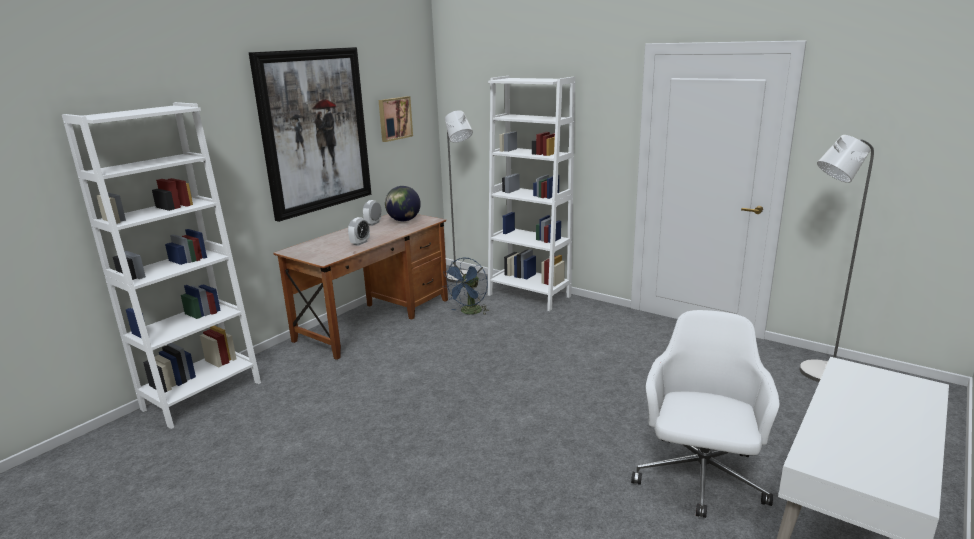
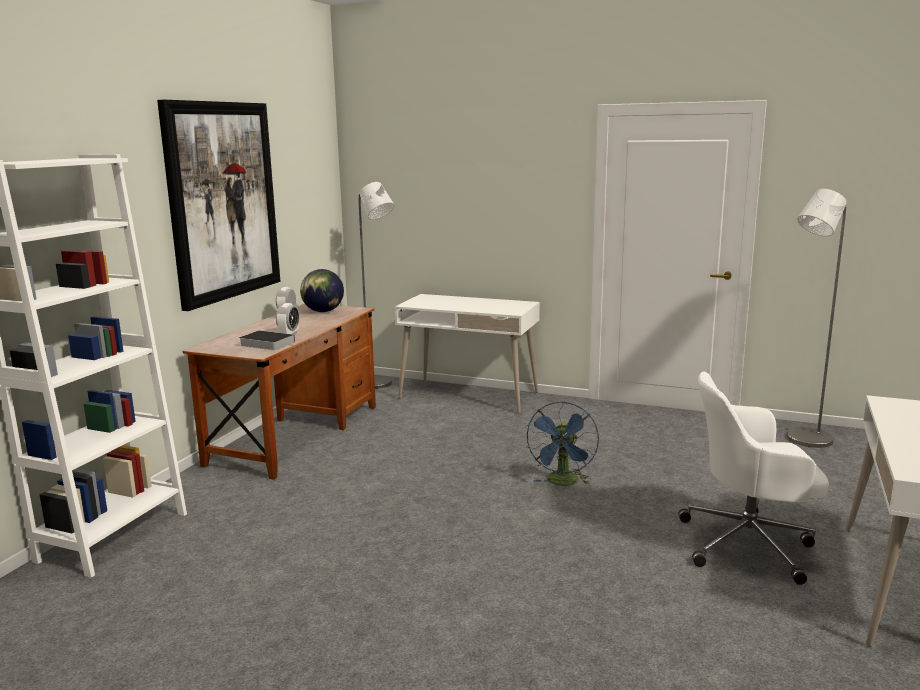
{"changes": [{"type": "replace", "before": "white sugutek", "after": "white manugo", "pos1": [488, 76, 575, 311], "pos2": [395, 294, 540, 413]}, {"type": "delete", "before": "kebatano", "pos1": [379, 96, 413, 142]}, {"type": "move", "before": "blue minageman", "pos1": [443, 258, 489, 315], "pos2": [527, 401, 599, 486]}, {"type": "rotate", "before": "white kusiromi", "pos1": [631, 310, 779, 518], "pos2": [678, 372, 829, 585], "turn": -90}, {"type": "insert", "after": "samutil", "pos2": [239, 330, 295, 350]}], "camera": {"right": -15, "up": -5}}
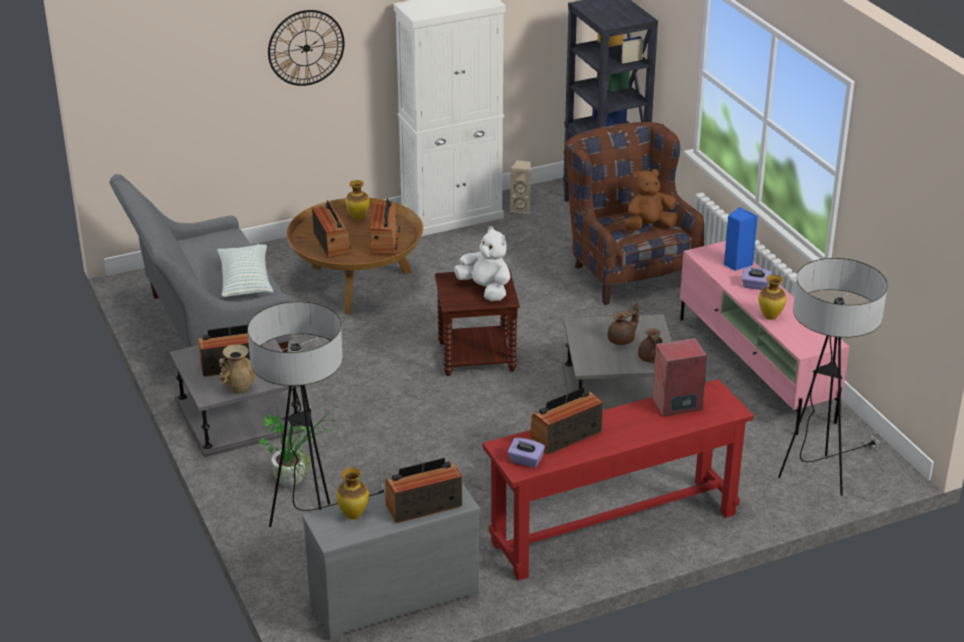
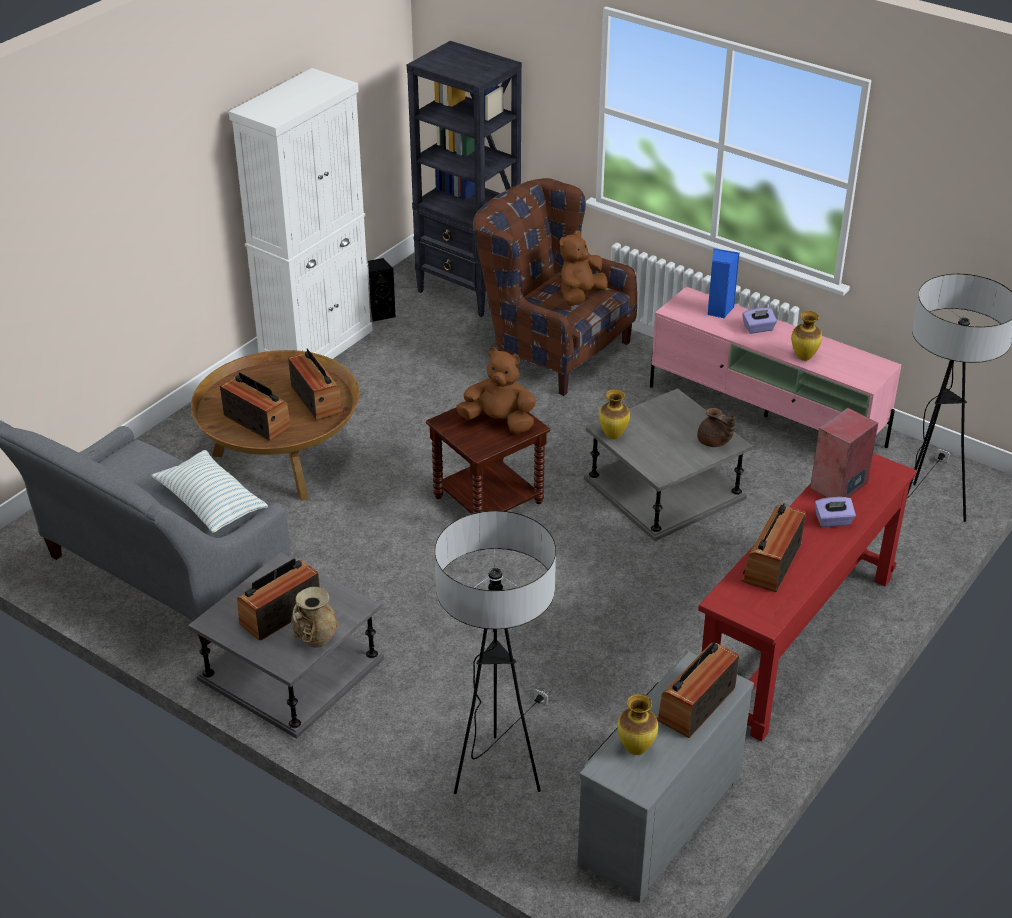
{"changes": [{"type": "delete", "before": "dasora", "pos1": [268, 10, 344, 86]}, {"type": "recolor", "before": "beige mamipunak", "after": "black mamipunak", "pos1": [510, 160, 531, 214], "pos2": [368, 258, 396, 322]}, {"type": "move", "before": "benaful", "pos1": [345, 180, 370, 220], "pos2": [599, 389, 630, 439]}, {"type": "recolor", "before": "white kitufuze", "after": "brown kitufuze", "pos1": [454, 226, 510, 301], "pos2": [456, 347, 536, 434]}, {"type": "delete", "before": "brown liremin", "pos1": [608, 303, 639, 345]}, {"type": "delete", "before": "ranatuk", "pos1": [256, 403, 335, 487]}, {"type": "move", "before": "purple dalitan", "pos1": [508, 438, 545, 468], "pos2": [815, 497, 856, 527]}], "camera": {"right": -30, "up": 5}}
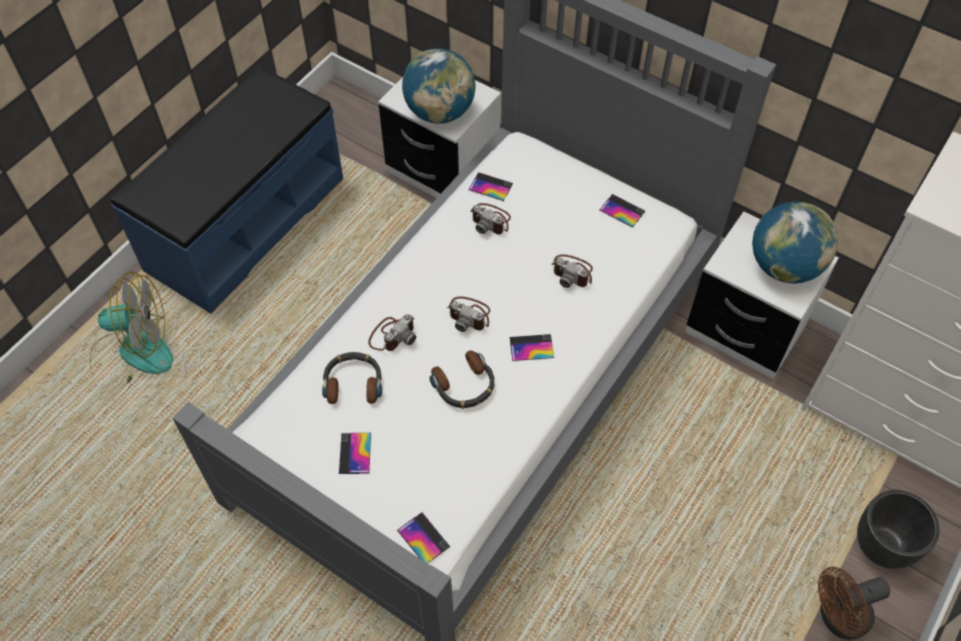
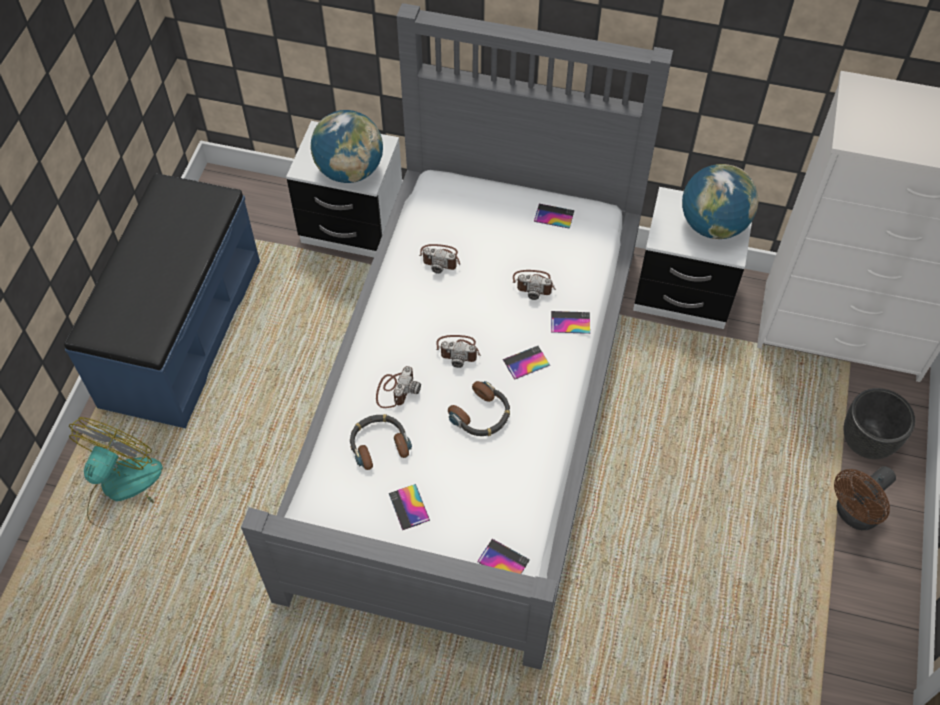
{"changes": [{"type": "move", "before": "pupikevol", "pos1": [469, 172, 513, 201], "pos2": [551, 311, 590, 334]}, {"type": "rotate", "before": "minageman", "pos1": [90, 271, 173, 383], "pos2": [69, 417, 163, 531], "turn": -45}], "camera": {"right": -20, "up": 0}}
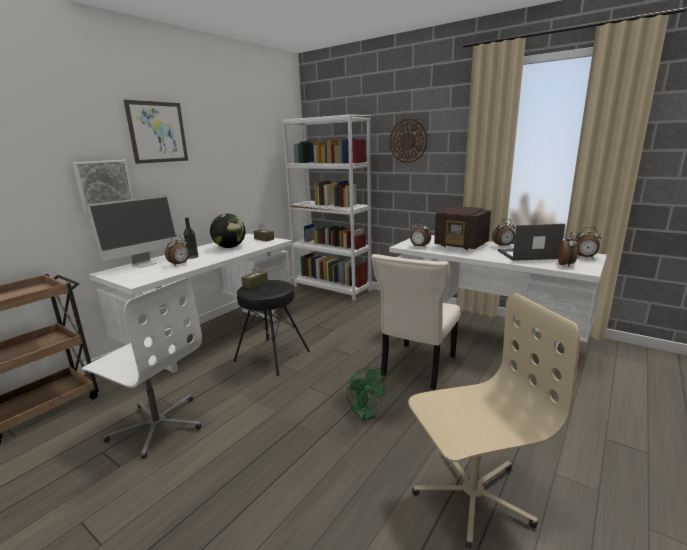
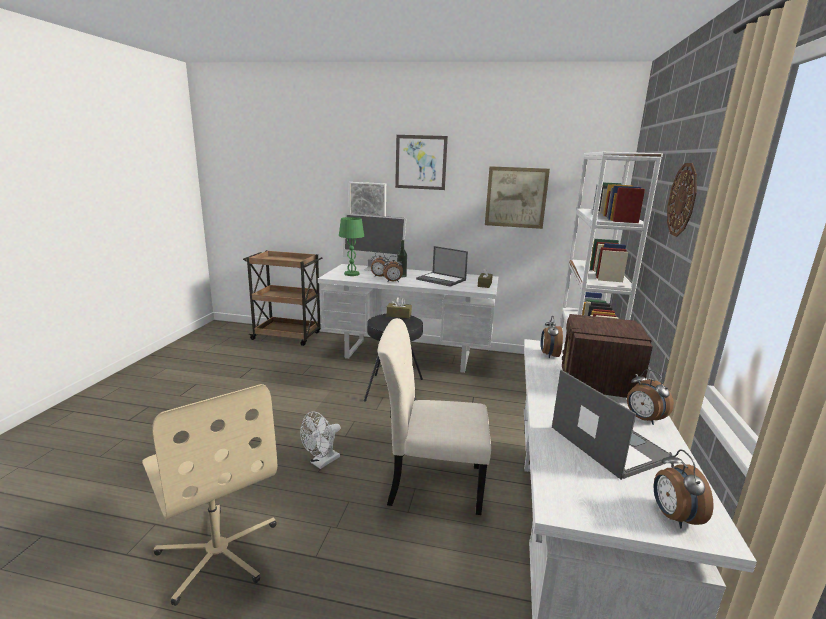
{"changes": [{"type": "replace", "before": "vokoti", "after": "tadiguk", "pos1": [210, 214, 246, 248], "pos2": [416, 246, 468, 287]}, {"type": "move", "before": "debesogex", "pos1": [558, 232, 578, 267], "pos2": [383, 256, 403, 282]}, {"type": "delete", "before": "white kusiromi", "pos1": [82, 278, 202, 459]}, {"type": "recolor", "before": "green minageman", "after": "white minageman", "pos1": [347, 366, 386, 422], "pos2": [300, 411, 341, 469]}, {"type": "insert", "after": "kebatano", "pos2": [485, 166, 550, 229]}, {"type": "insert", "after": "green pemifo", "pos2": [339, 217, 364, 276]}], "camera": {"right": 65, "up": 0}}
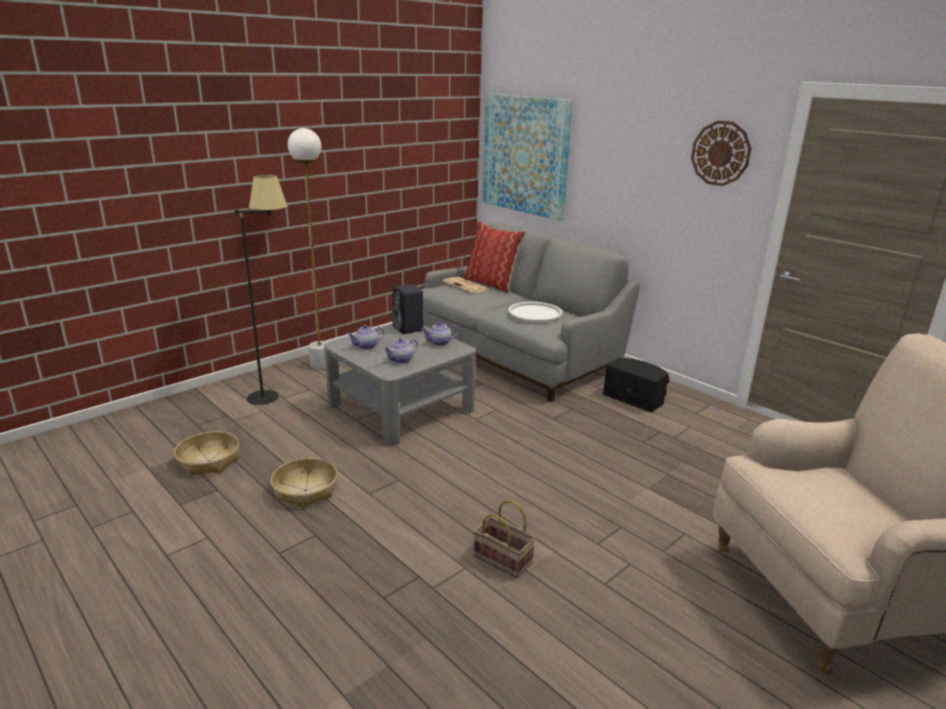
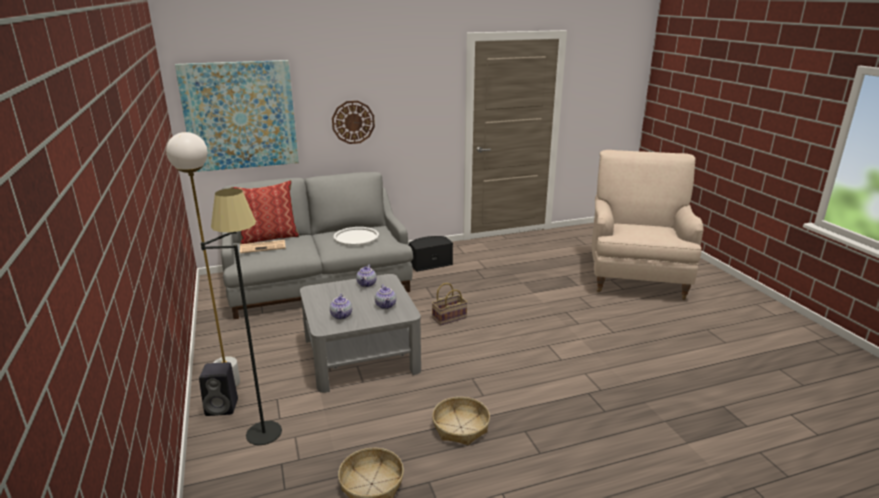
{"changes": [{"type": "move", "before": "dasora", "pos1": [691, 121, 752, 186], "pos2": [332, 101, 375, 144]}, {"type": "move", "before": "black mamipunak", "pos1": [392, 284, 424, 334], "pos2": [199, 362, 238, 416]}, {"type": "move", "before": "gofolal", "pos1": [473, 500, 536, 578], "pos2": [432, 283, 467, 326]}], "camera": {"right": -65, "up": 0}}
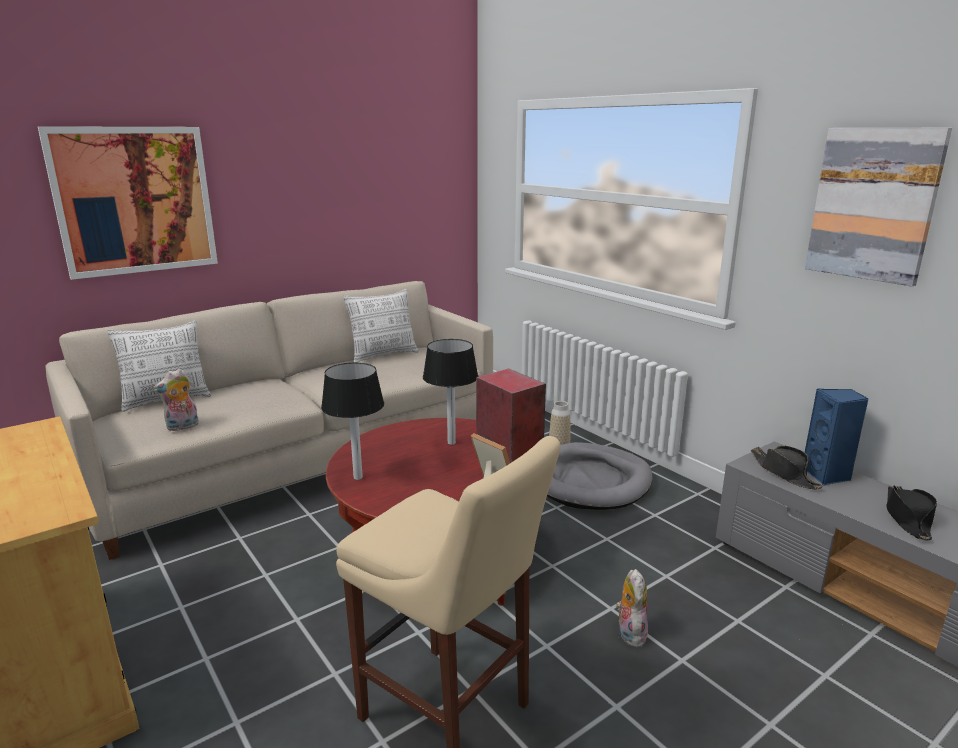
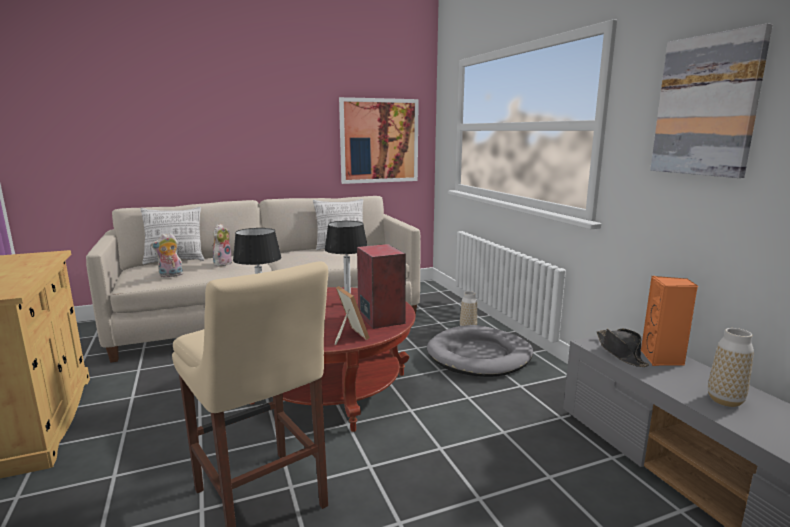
{"changes": [{"type": "move", "before": "kebatano", "pos1": [38, 126, 218, 280], "pos2": [339, 97, 419, 184]}, {"type": "recolor", "before": "blue mamipunak", "after": "orange mamipunak", "pos1": [805, 388, 869, 485], "pos2": [641, 276, 698, 366]}, {"type": "replace", "before": "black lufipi", "after": "benaful", "pos1": [886, 486, 937, 540], "pos2": [708, 328, 754, 407]}, {"type": "move", "before": "kitufuze", "pos1": [616, 569, 648, 647], "pos2": [212, 224, 232, 266]}], "camera": {"right": 15, "up": -5}}
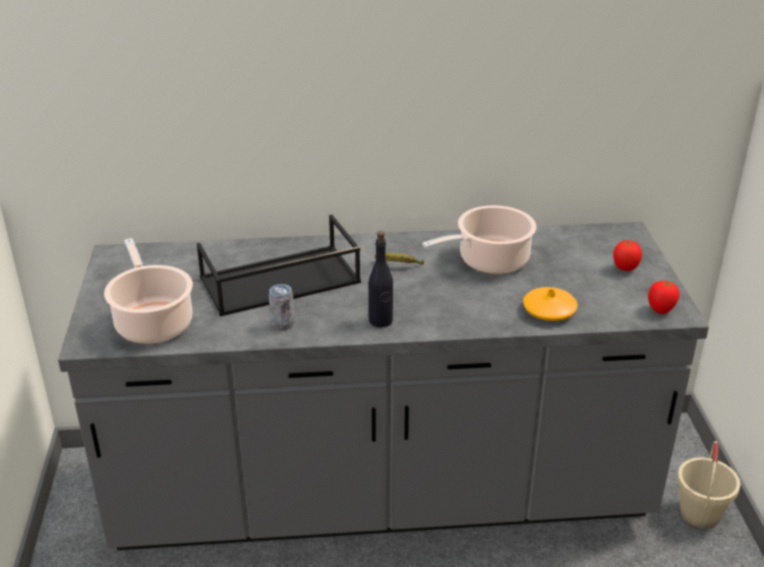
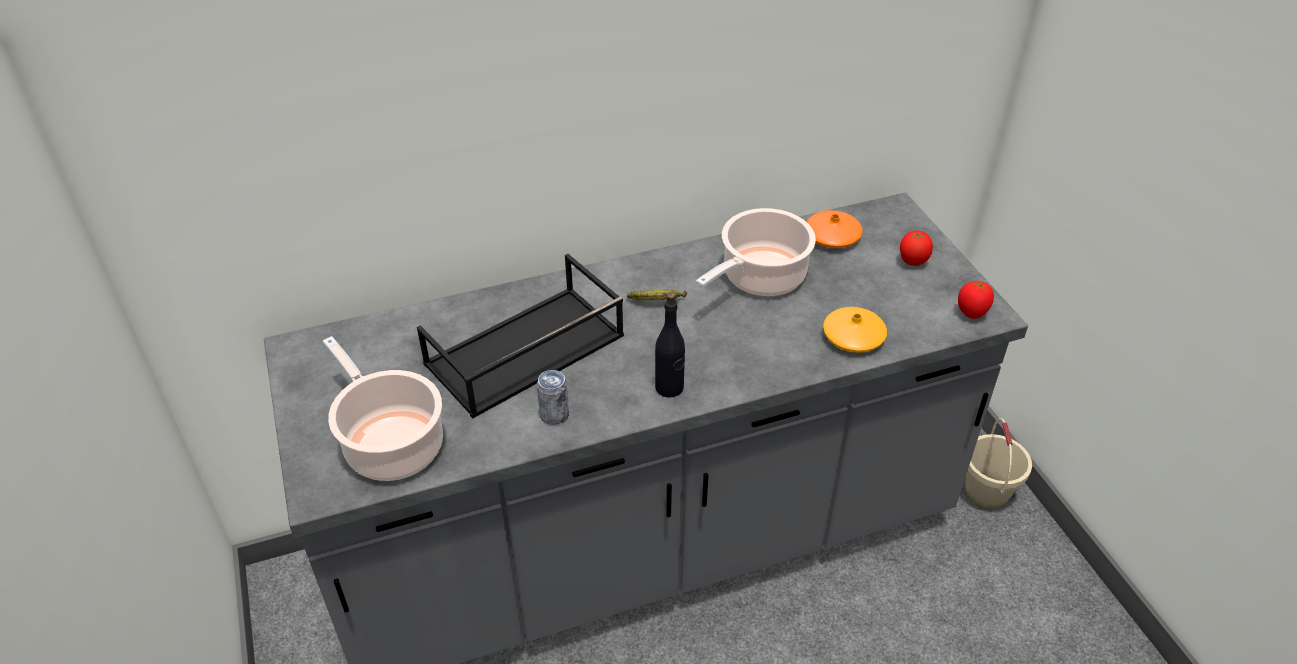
{"changes": [{"type": "insert", "after": "orange benaful", "pos2": [807, 210, 863, 248]}], "camera": {"right": -15, "up": 10}}
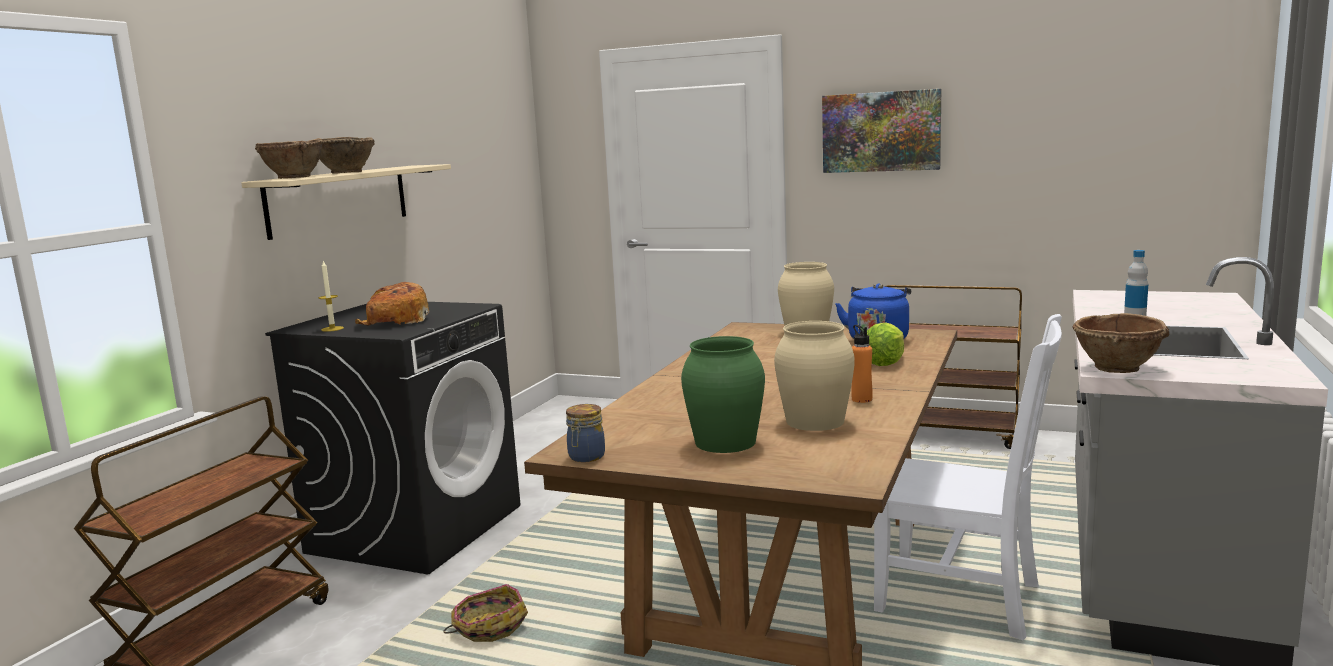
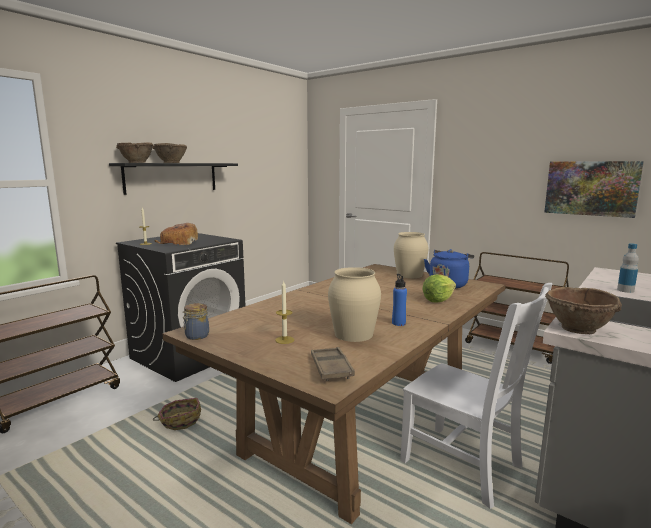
{"changes": [{"type": "move", "before": "kebatano", "pos1": [822, 89, 941, 173], "pos2": [544, 161, 644, 218]}, {"type": "recolor", "before": "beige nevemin", "after": "black nevemin", "pos1": [241, 164, 451, 240], "pos2": [109, 163, 238, 195]}, {"type": "recolor", "before": "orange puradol", "after": "blue puradol", "pos1": [851, 325, 873, 403], "pos2": [392, 274, 407, 326]}, {"type": "replace", "before": "green benaful", "after": "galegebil", "pos1": [681, 336, 765, 453], "pos2": [275, 280, 294, 344]}, {"type": "insert", "after": "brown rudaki", "pos2": [311, 347, 355, 381]}], "camera": {"right": 15, "up": 0}}
